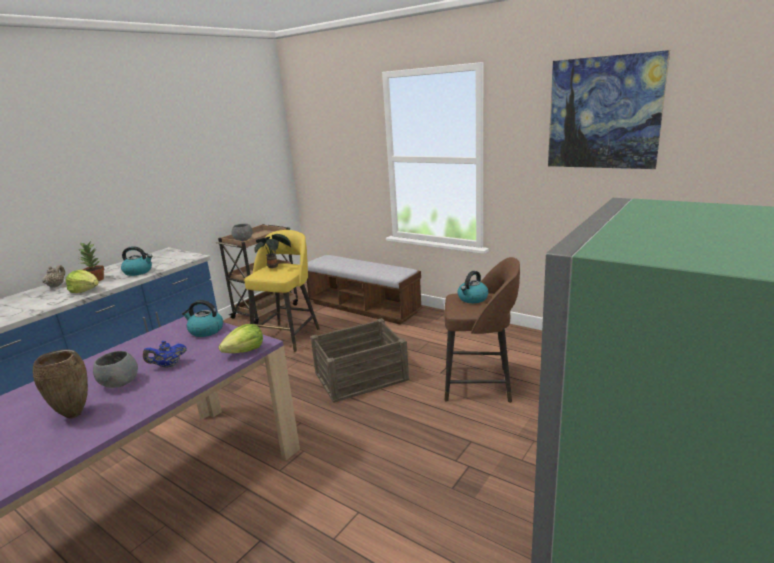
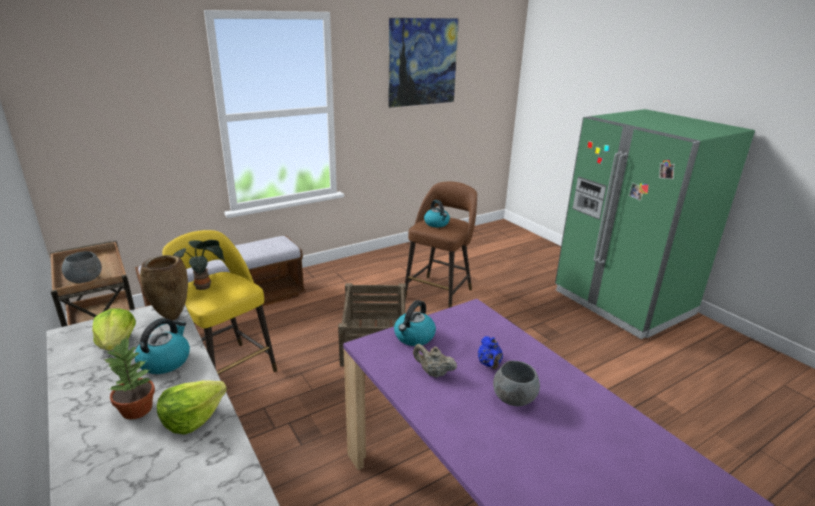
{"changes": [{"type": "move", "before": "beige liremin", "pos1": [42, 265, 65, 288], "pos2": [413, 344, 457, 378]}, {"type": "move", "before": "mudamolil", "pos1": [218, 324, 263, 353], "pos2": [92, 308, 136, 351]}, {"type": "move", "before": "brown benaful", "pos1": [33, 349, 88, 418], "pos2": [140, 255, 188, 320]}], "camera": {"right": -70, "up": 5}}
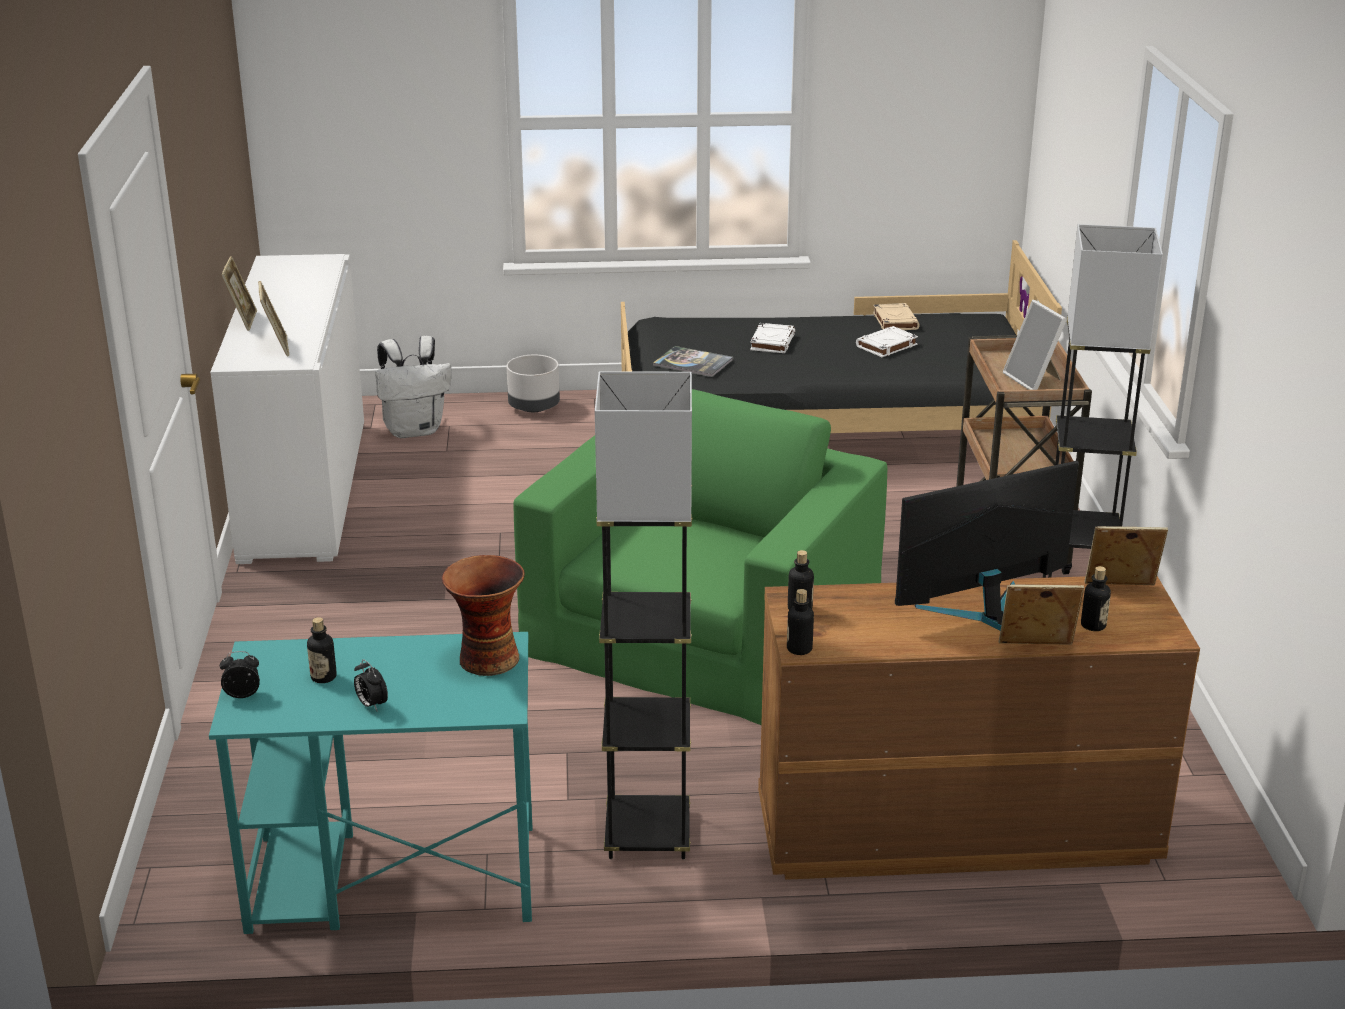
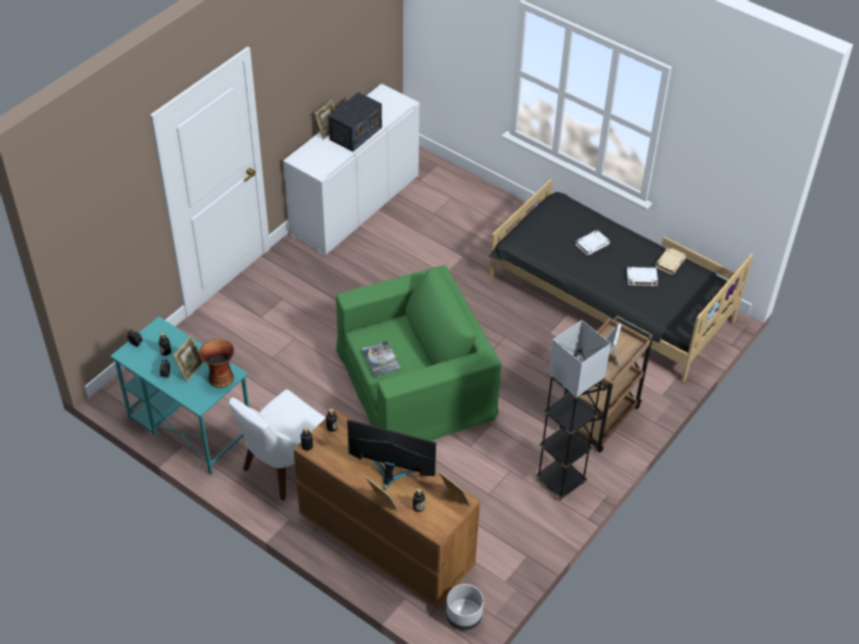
{"changes": [{"type": "move", "before": "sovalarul", "pos1": [258, 281, 289, 357], "pos2": [173, 336, 204, 382]}, {"type": "delete", "before": "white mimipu", "pos1": [375, 336, 451, 438]}, {"type": "move", "before": "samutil", "pos1": [653, 346, 733, 377], "pos2": [361, 341, 402, 377]}, {"type": "move", "before": "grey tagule", "pos1": [507, 355, 560, 412], "pos2": [446, 584, 484, 630]}, {"type": "replace", "before": "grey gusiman", "after": "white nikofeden", "pos1": [595, 371, 692, 860], "pos2": [229, 389, 326, 501]}, {"type": "insert", "after": "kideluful", "pos2": [328, 92, 382, 152]}], "camera": {"right": 40, "up": 20}}
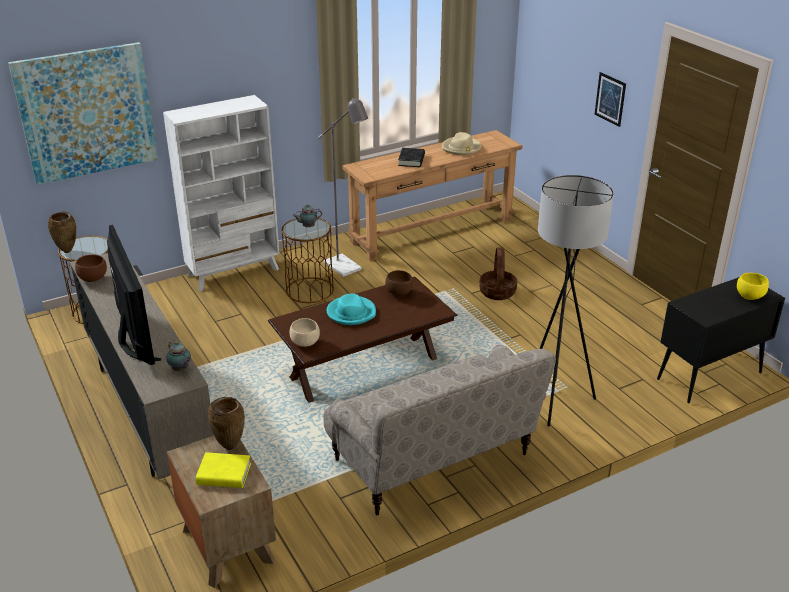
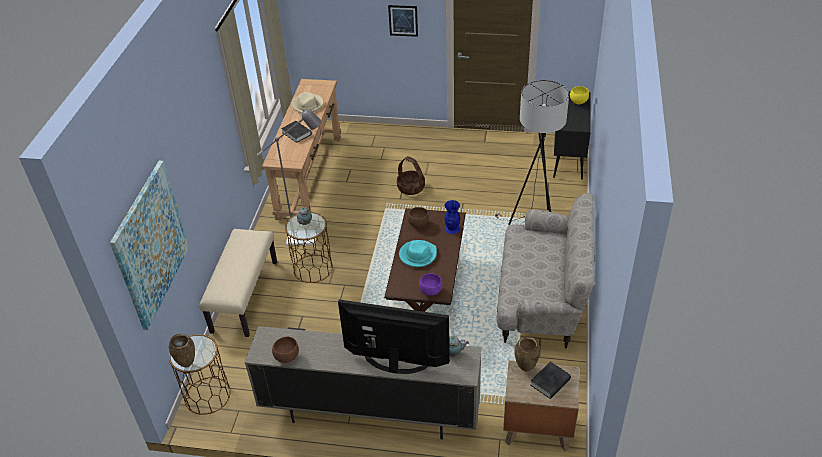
{"changes": [{"type": "replace", "before": "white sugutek", "after": "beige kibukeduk", "pos1": [163, 95, 280, 291], "pos2": [199, 229, 277, 337]}, {"type": "recolor", "before": "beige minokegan", "after": "purple minokegan", "pos1": [290, 318, 320, 347], "pos2": [419, 273, 442, 296]}, {"type": "recolor", "before": "yellow samutil", "after": "black samutil", "pos1": [196, 452, 251, 488], "pos2": [530, 362, 571, 399]}, {"type": "insert", "after": "blue benaful", "pos2": [444, 200, 460, 234]}], "camera": {"right": -50, "up": 10}}
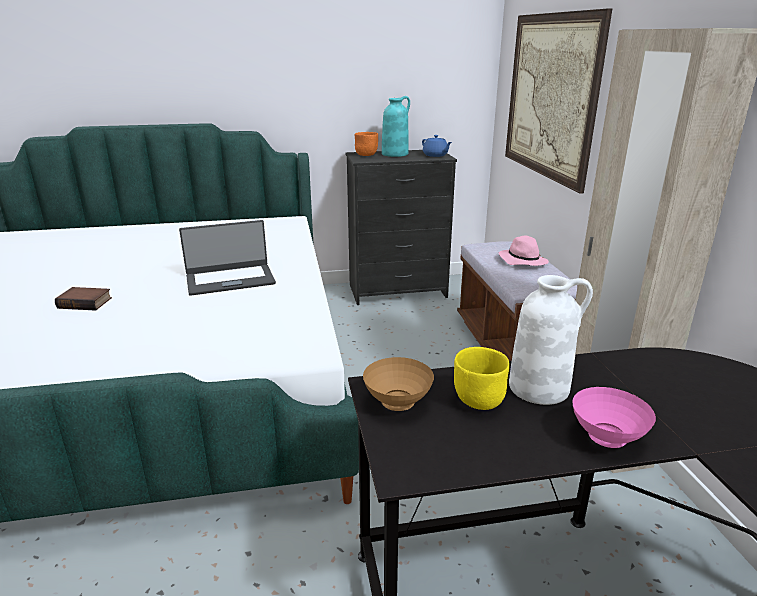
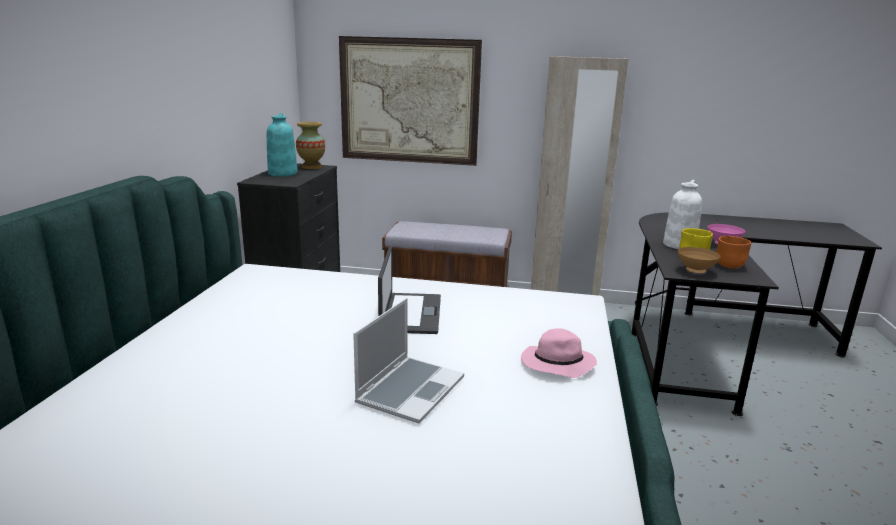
{"changes": [{"type": "move", "before": "orange minokegan", "pos1": [355, 132, 378, 156], "pos2": [716, 236, 752, 268]}, {"type": "replace", "before": "blue liremin", "after": "benaful", "pos1": [422, 135, 452, 157], "pos2": [296, 122, 325, 169]}, {"type": "move", "before": "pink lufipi", "pos1": [499, 236, 549, 266], "pos2": [521, 328, 597, 378]}, {"type": "replace", "before": "samutil", "after": "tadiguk", "pos1": [55, 287, 112, 311], "pos2": [353, 298, 464, 424]}], "camera": {"right": -70, "up": -5}}
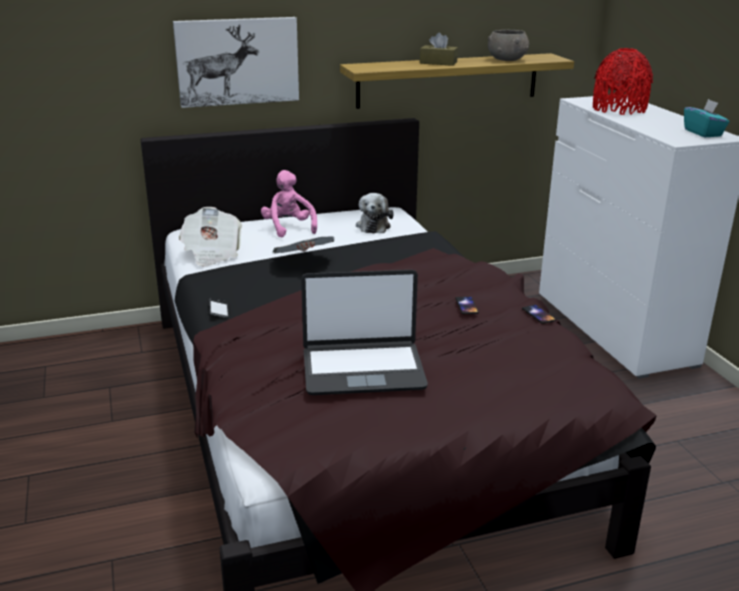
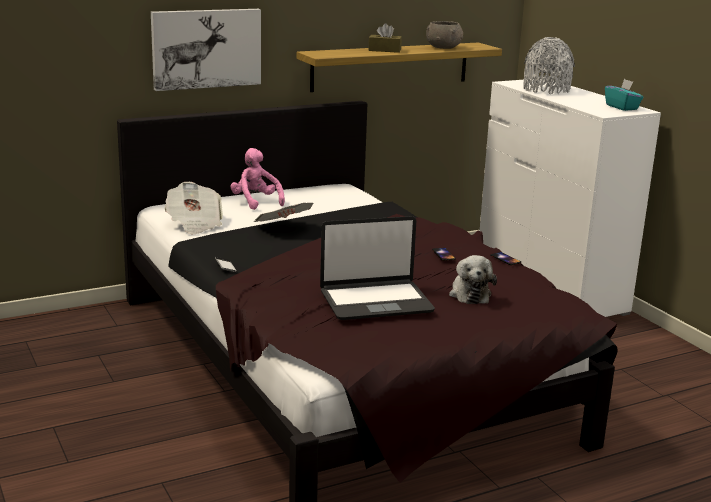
{"changes": [{"type": "recolor", "before": "red benaful", "after": "grey benaful", "pos1": [593, 48, 653, 115], "pos2": [523, 37, 575, 94]}, {"type": "move", "before": "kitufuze", "pos1": [356, 193, 394, 233], "pos2": [449, 255, 497, 304]}], "camera": {"right": -10, "up": -5}}
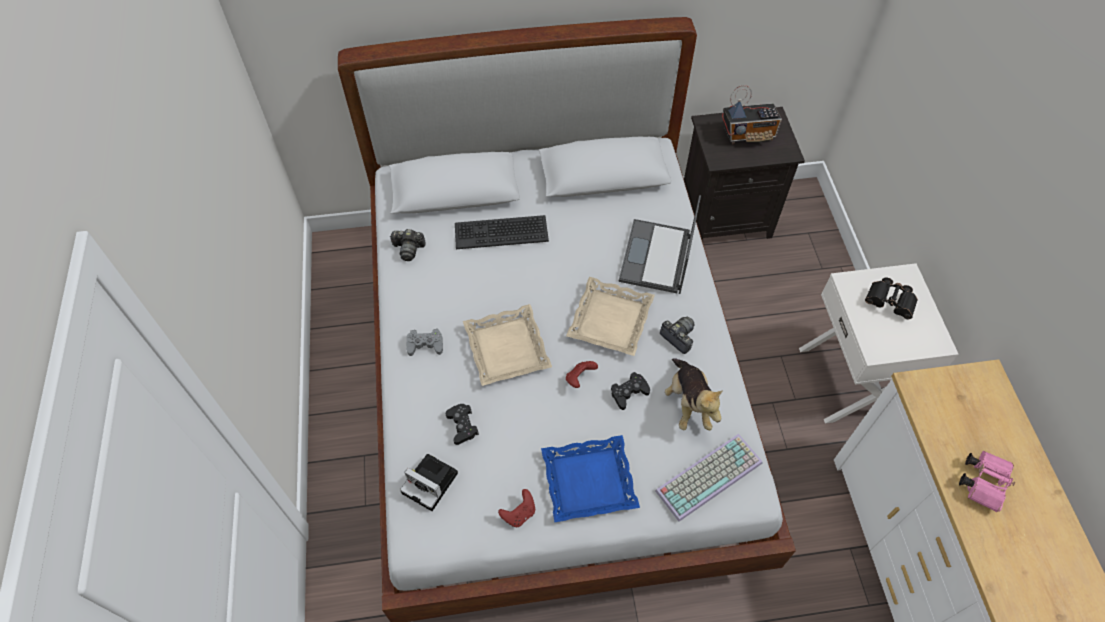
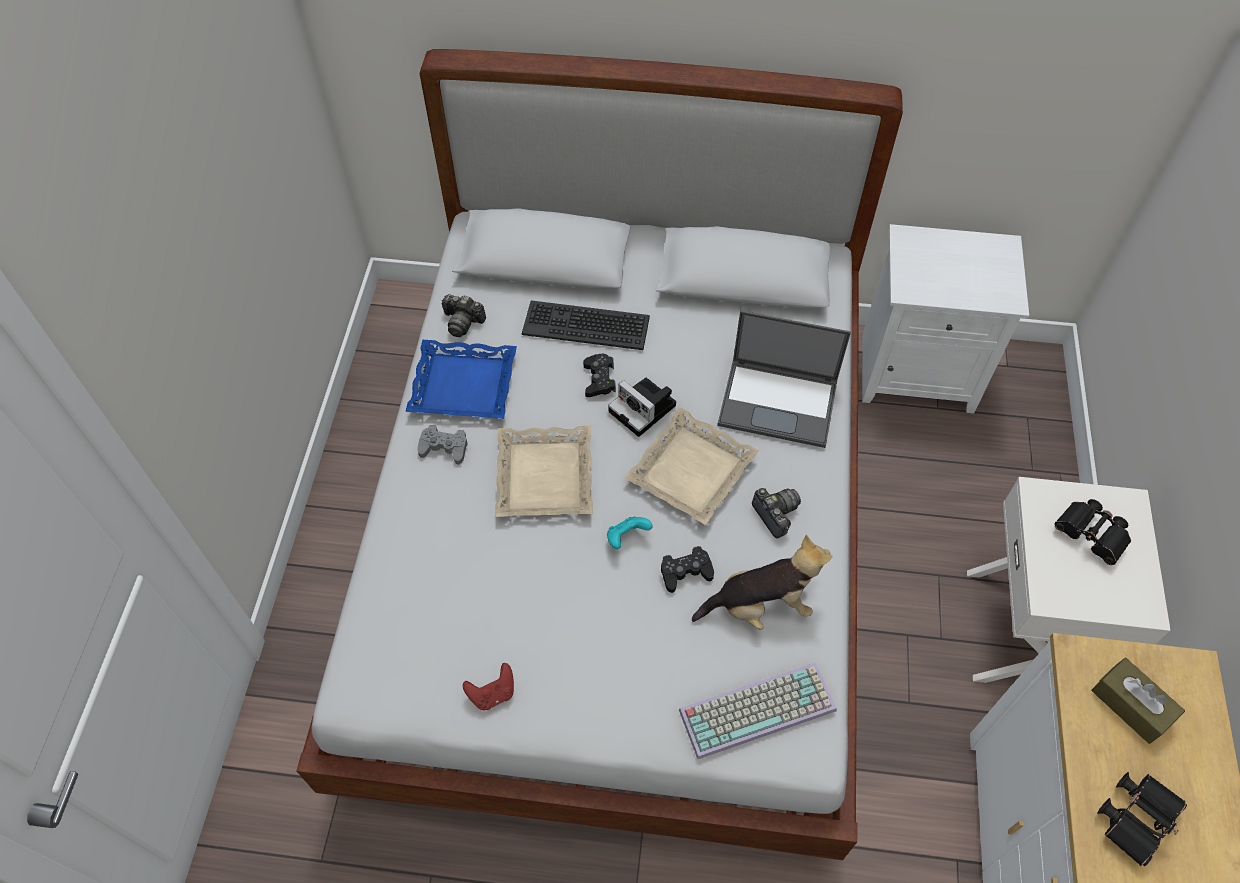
{"changes": [{"type": "delete", "before": "kideluful", "pos1": [722, 85, 782, 145]}, {"type": "recolor", "before": "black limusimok", "after": "white limusimok", "pos1": [684, 107, 805, 240], "pos2": [862, 224, 1029, 414]}, {"type": "rotate", "before": "tadiguk", "pos1": [618, 195, 701, 294], "pos2": [717, 311, 851, 448], "turn": -105}, {"type": "rotate", "before": "kitufuze", "pos1": [665, 358, 723, 430], "pos2": [692, 535, 832, 630], "turn": -105}, {"type": "recolor", "before": "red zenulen", "after": "turquoise zenulen", "pos1": [566, 361, 598, 388], "pos2": [607, 516, 652, 549]}, {"type": "move", "before": "black zenulen", "pos1": [445, 404, 479, 445], "pos2": [583, 354, 616, 397]}, {"type": "move", "before": "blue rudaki", "pos1": [541, 435, 640, 522], "pos2": [405, 340, 517, 419]}, {"type": "recolor", "before": "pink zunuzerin", "after": "black zunuzerin", "pos1": [959, 451, 1015, 512], "pos2": [1097, 772, 1187, 866]}, {"type": "move", "before": "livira", "pos1": [400, 454, 458, 511], "pos2": [608, 378, 676, 437]}, {"type": "insert", "after": "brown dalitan", "pos2": [1092, 658, 1185, 744]}], "camera": {"right": 15, "up": 0}}
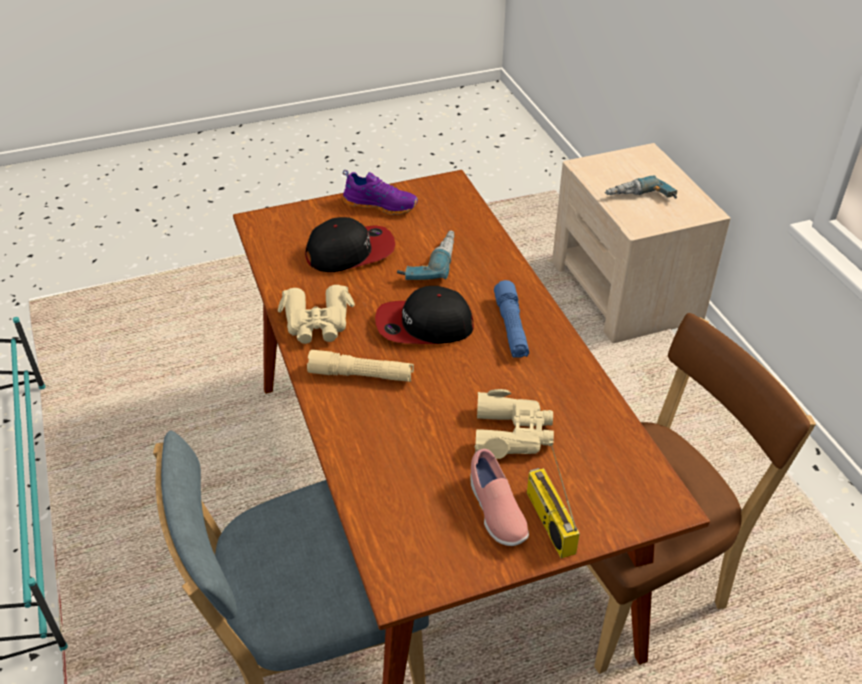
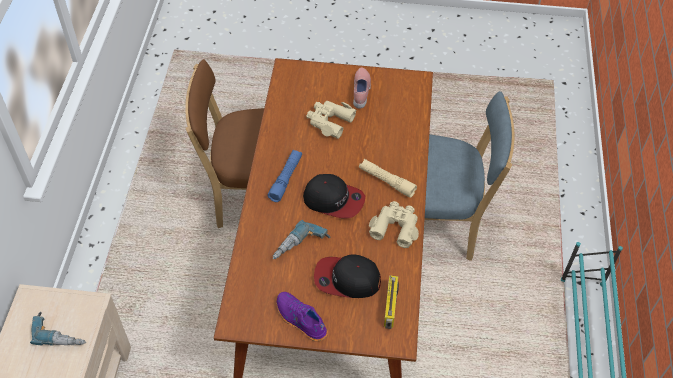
{"changes": [{"type": "move", "before": "kideluful", "pos1": [527, 444, 580, 558], "pos2": [384, 275, 399, 329]}], "camera": {"right": -155, "up": 10}}
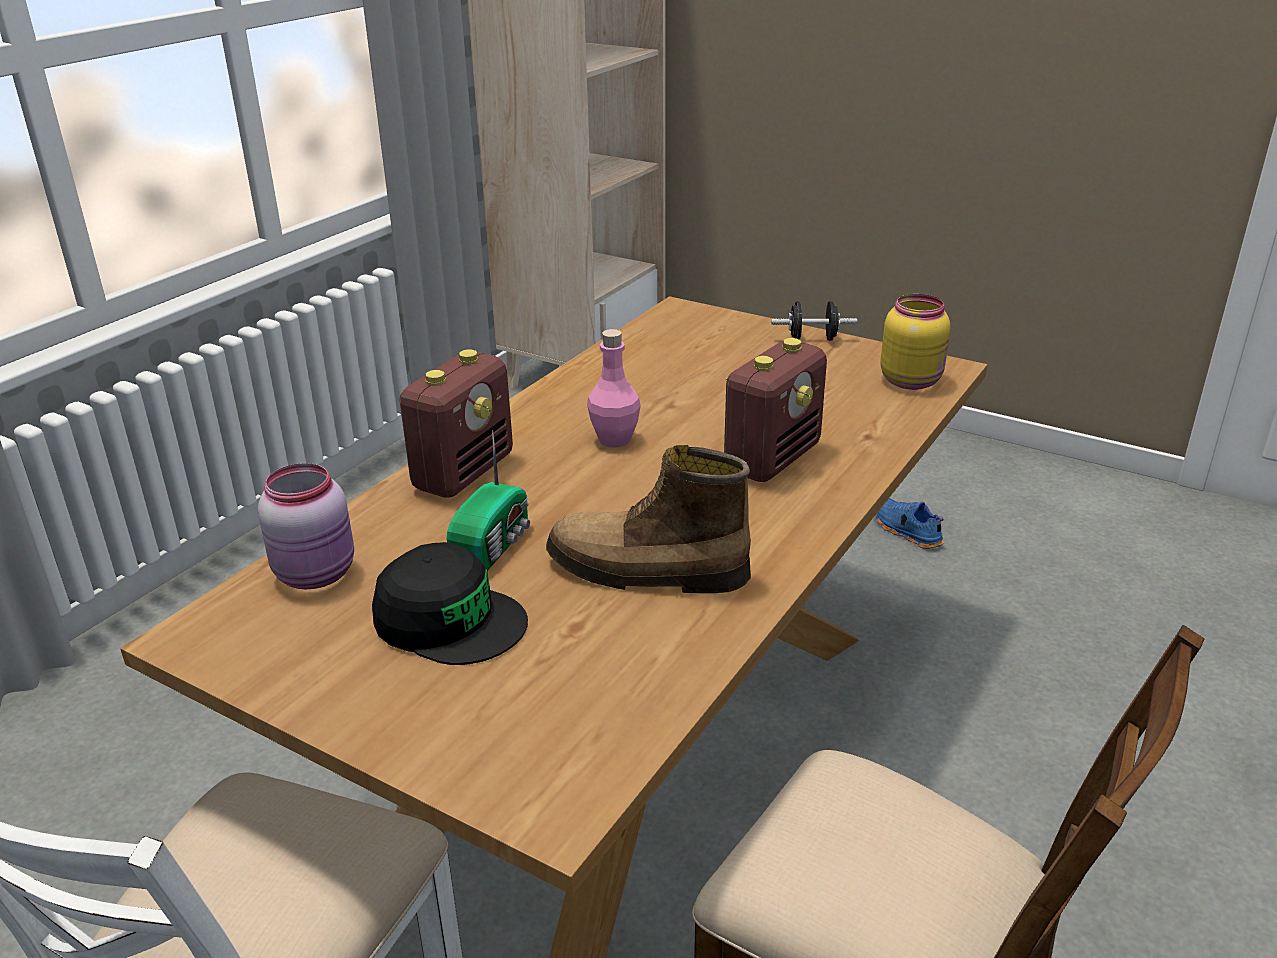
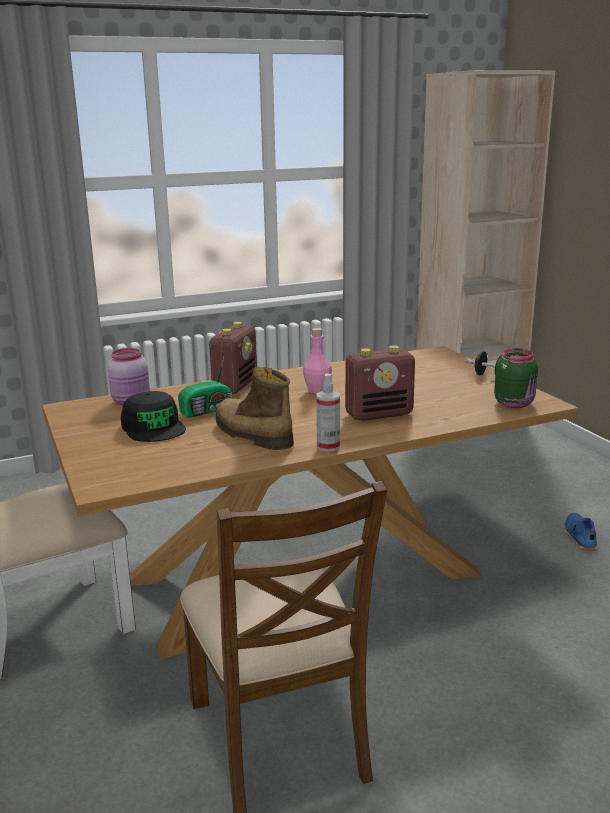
{"changes": [{"type": "recolor", "before": "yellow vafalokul", "after": "green vafalokul", "pos1": [880, 294, 951, 390], "pos2": [494, 348, 538, 408]}, {"type": "rotate", "before": "kideluful", "pos1": [400, 349, 513, 498], "pos2": [208, 322, 257, 394], "turn": -45}, {"type": "insert", "after": "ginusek", "pos2": [316, 373, 340, 452]}], "camera": {"right": 35, "up": -10}}
